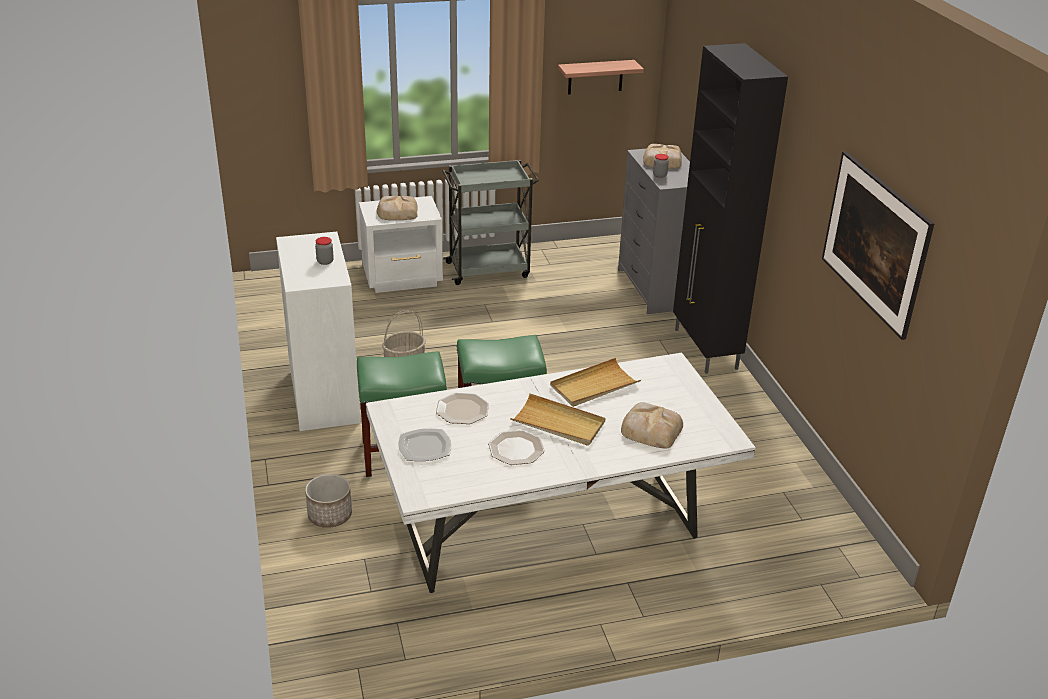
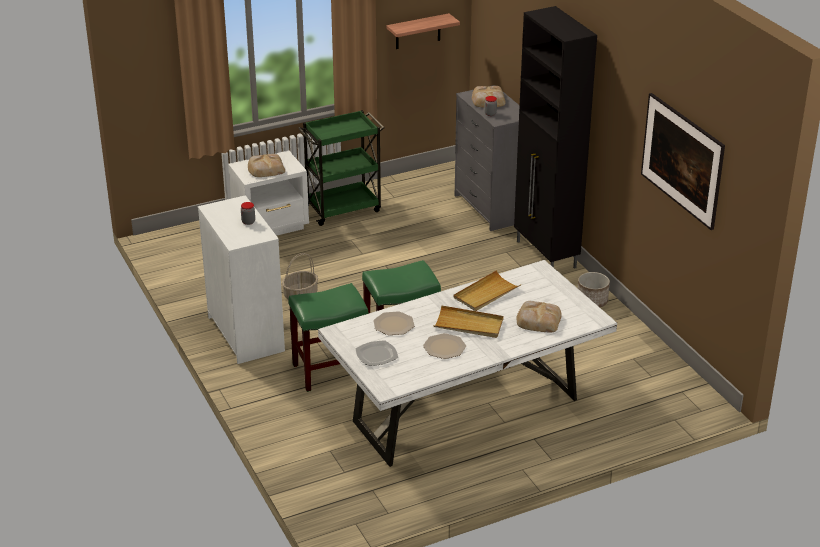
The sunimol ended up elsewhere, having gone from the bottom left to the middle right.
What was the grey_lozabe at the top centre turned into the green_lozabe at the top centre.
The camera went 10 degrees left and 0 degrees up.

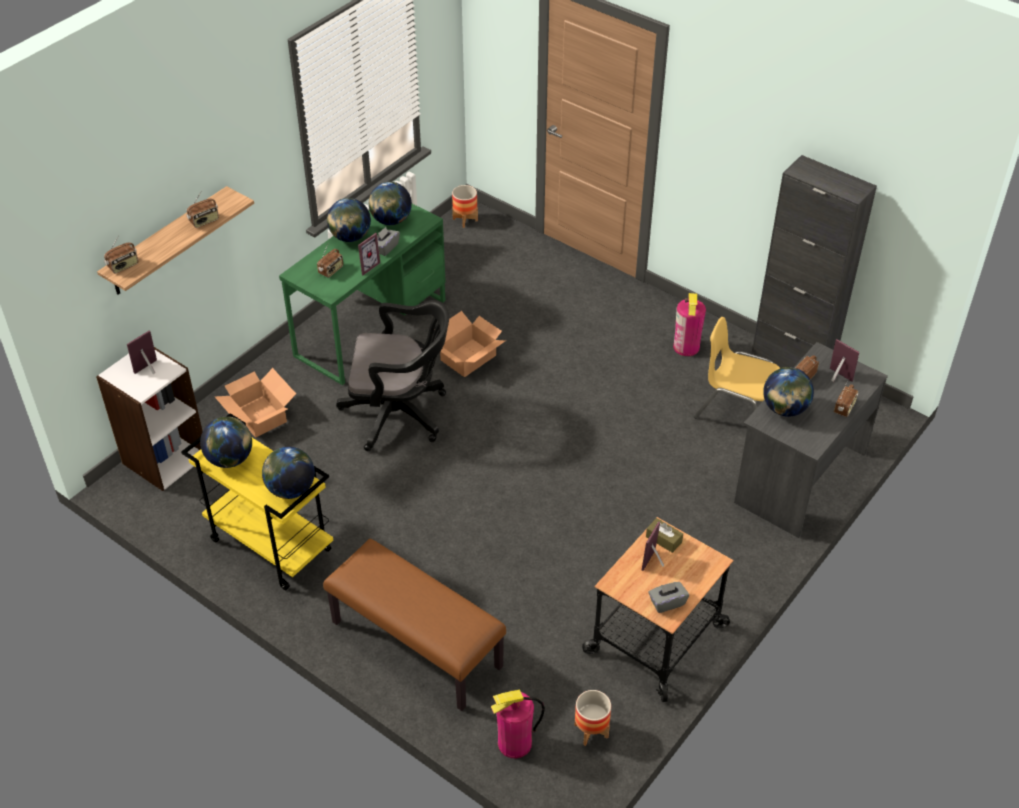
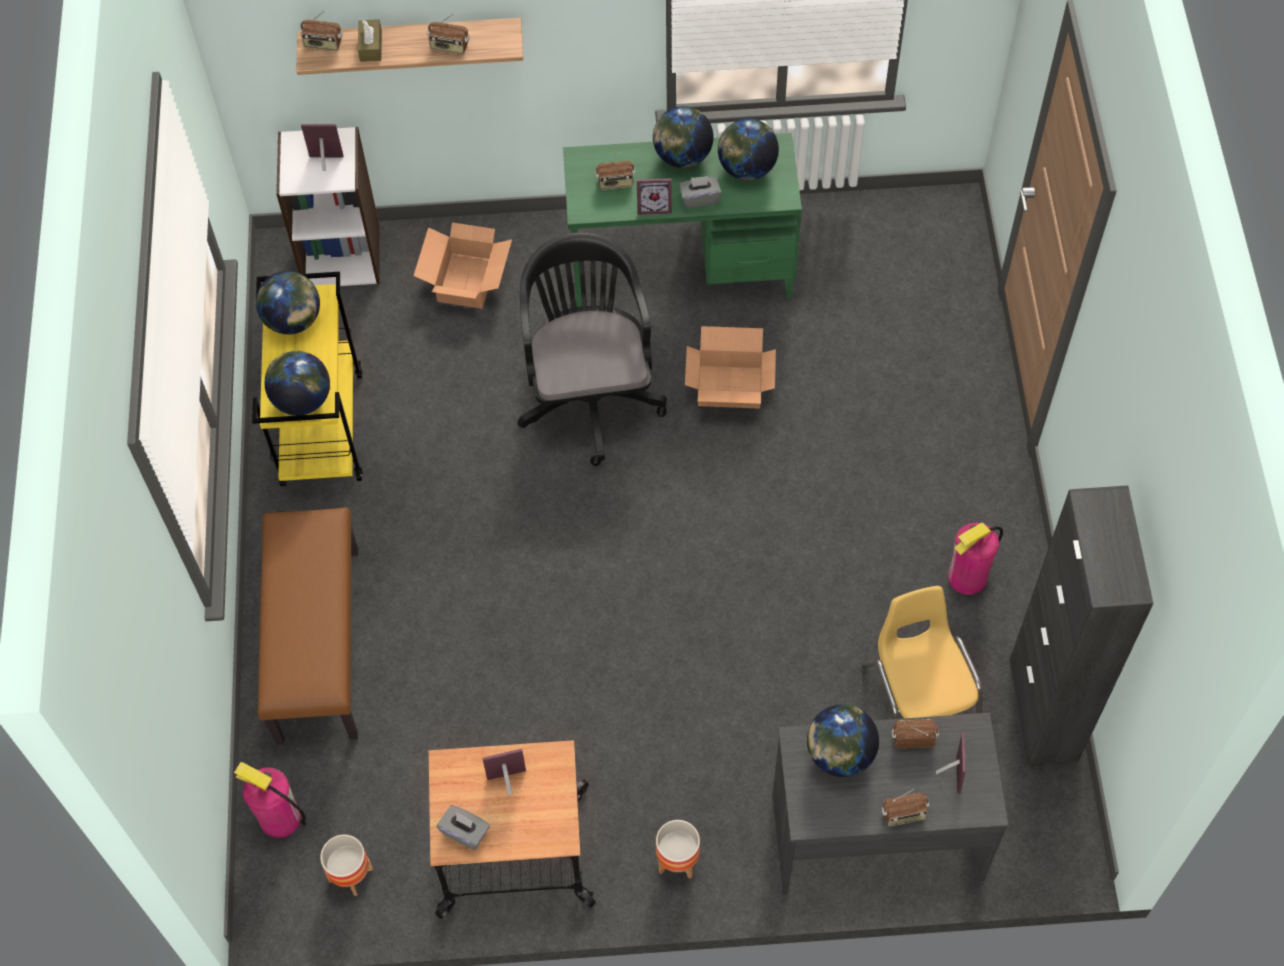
The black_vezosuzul at the centre ended up facing another way, 150 degrees counterclockwise from before.
The sunimol (1st from left in the first image) ended up elsewhere, having gone from the top centre to the bottom centre.
The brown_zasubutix ended up elsewhere, having gone from the centre to the top left.
The camera went 50 degrees right and 15 degrees up.

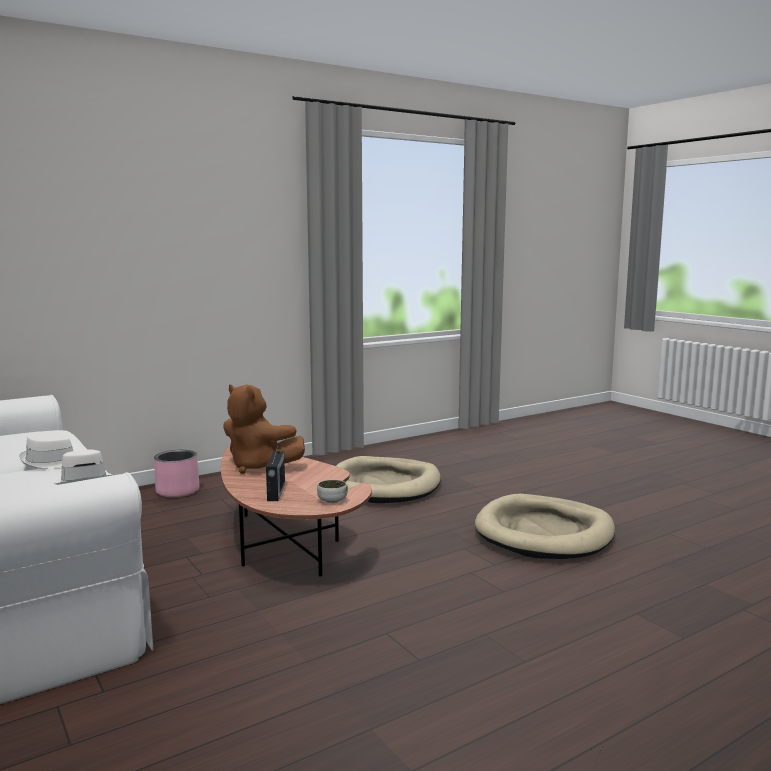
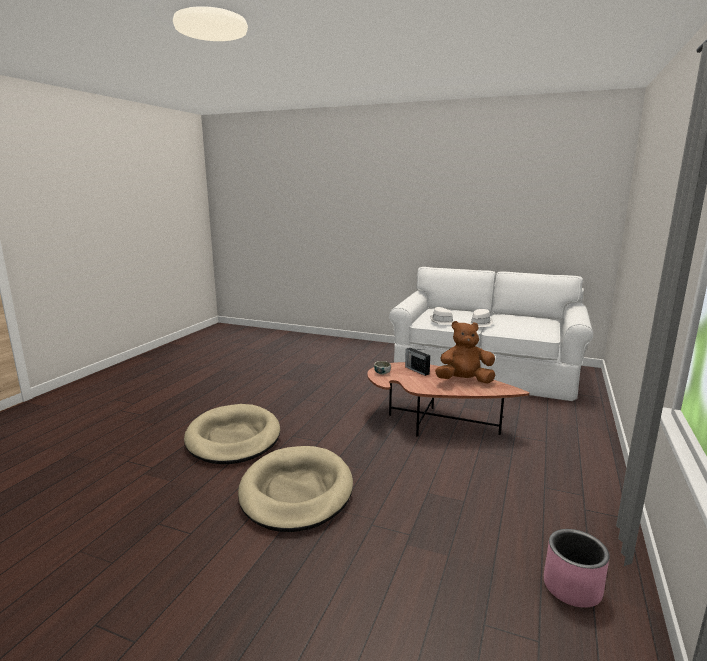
The pink_sunimol ended up elsewhere, having gone from the middle left to the bottom right.
The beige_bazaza (1st from left) ended up elsewhere, having gone from the centre to the middle left.
The camera went 145 degrees right and 5 degrees up.

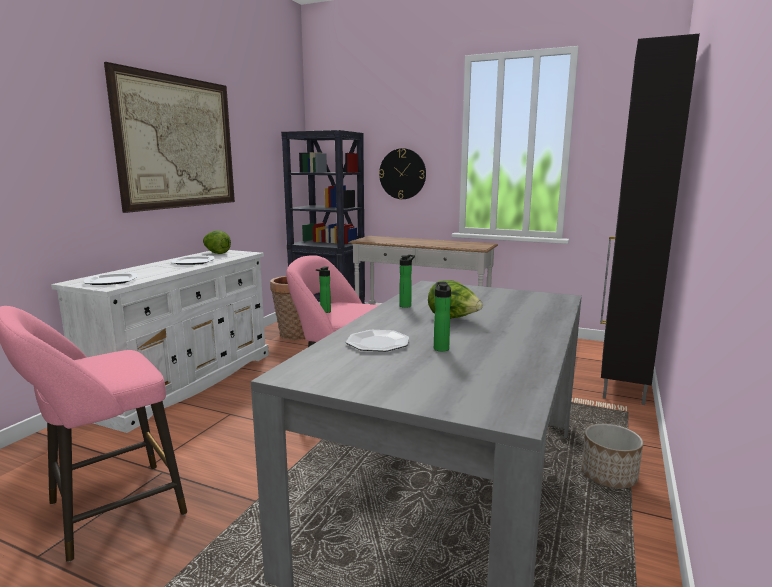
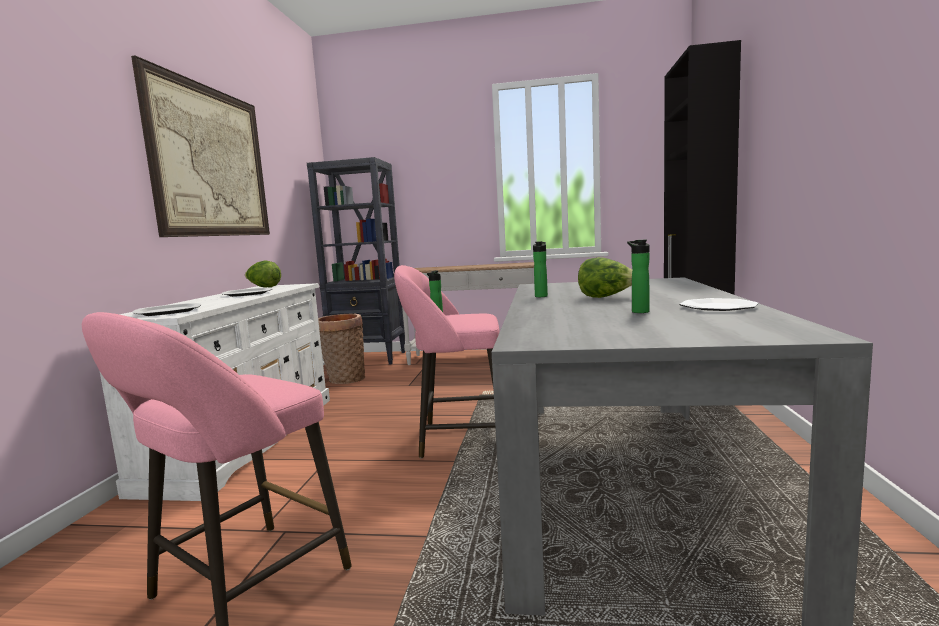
The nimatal (3rd from left) ended up elsewhere, having gone from the centre to the middle right.
The second view lost the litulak at the top centre.
The second view lost the sunimol at the bottom right.
The camera went 15 degrees left and 5 degrees down.

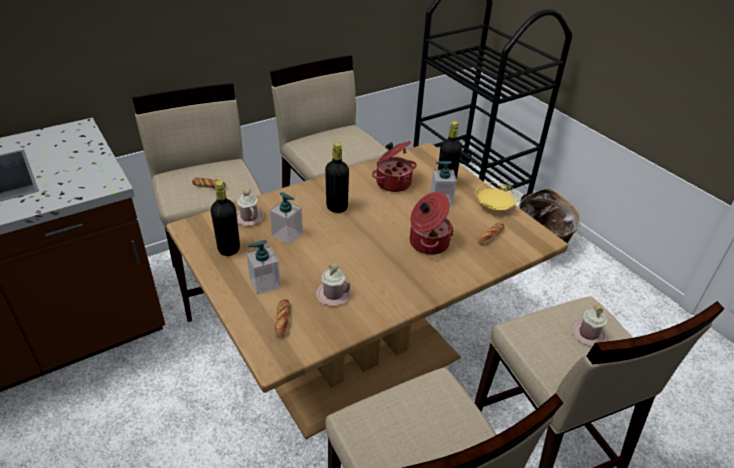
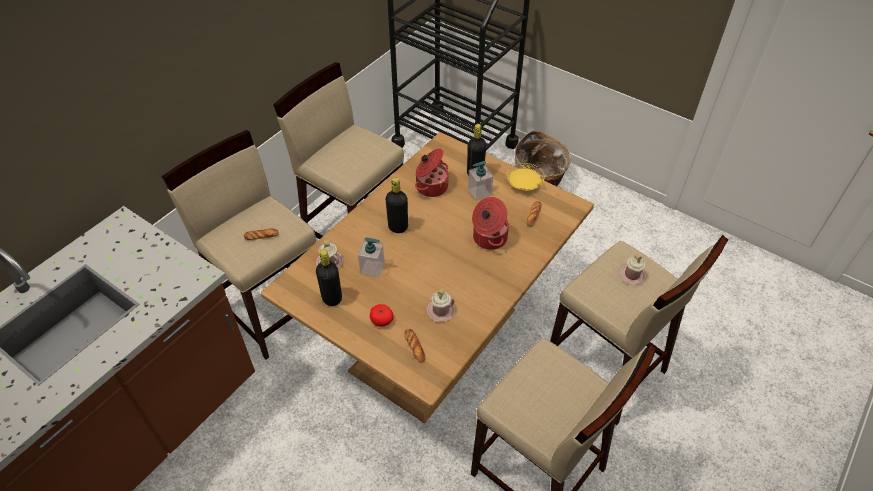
Where the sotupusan (1st from left) stood at the centre, the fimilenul came to stand at the centre.
The camera went 20 degrees left and 10 degrees up.

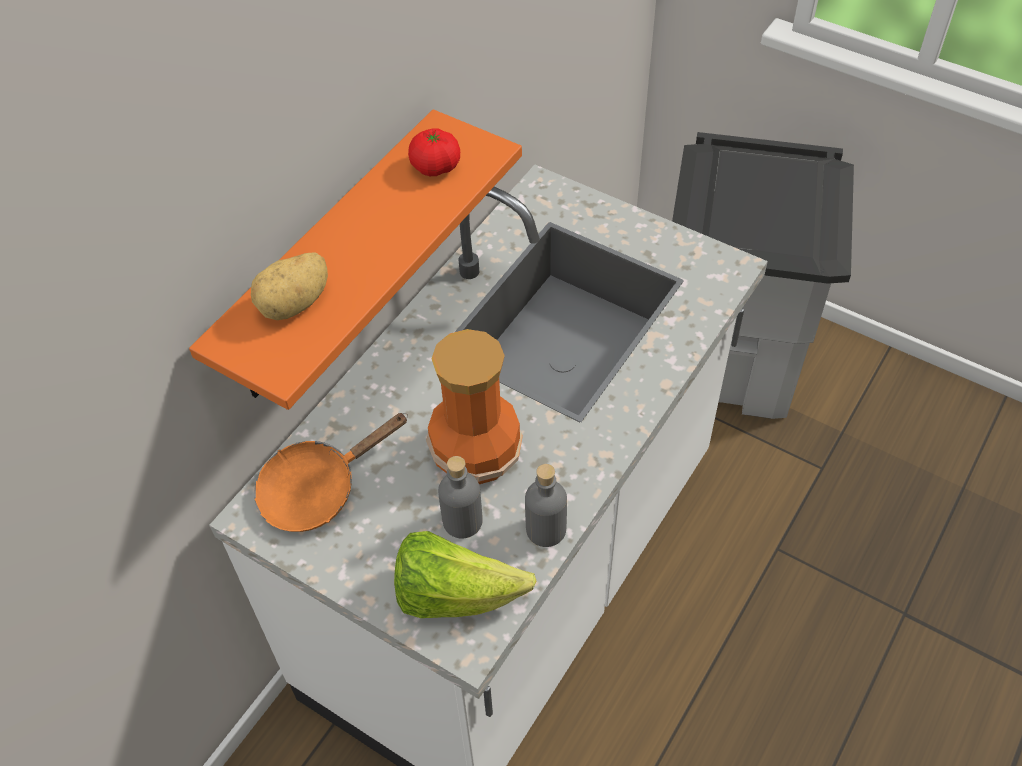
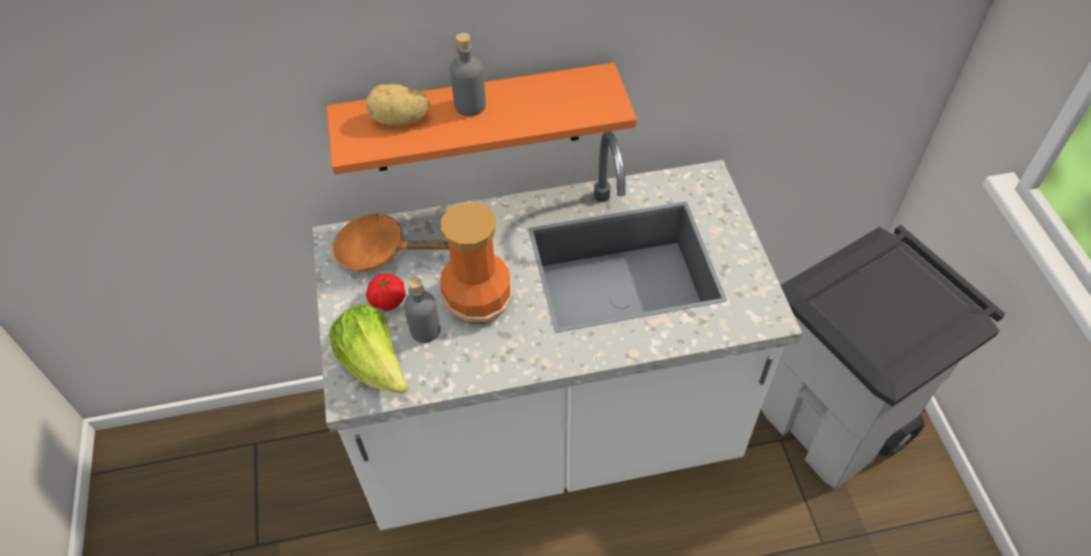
The fimilenul ended up elsewhere, having gone from the top centre to the centre.
The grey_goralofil (2nd from left) ended up elsewhere, having gone from the centre to the top centre.
The camera went 45 degrees right and 0 degrees up.

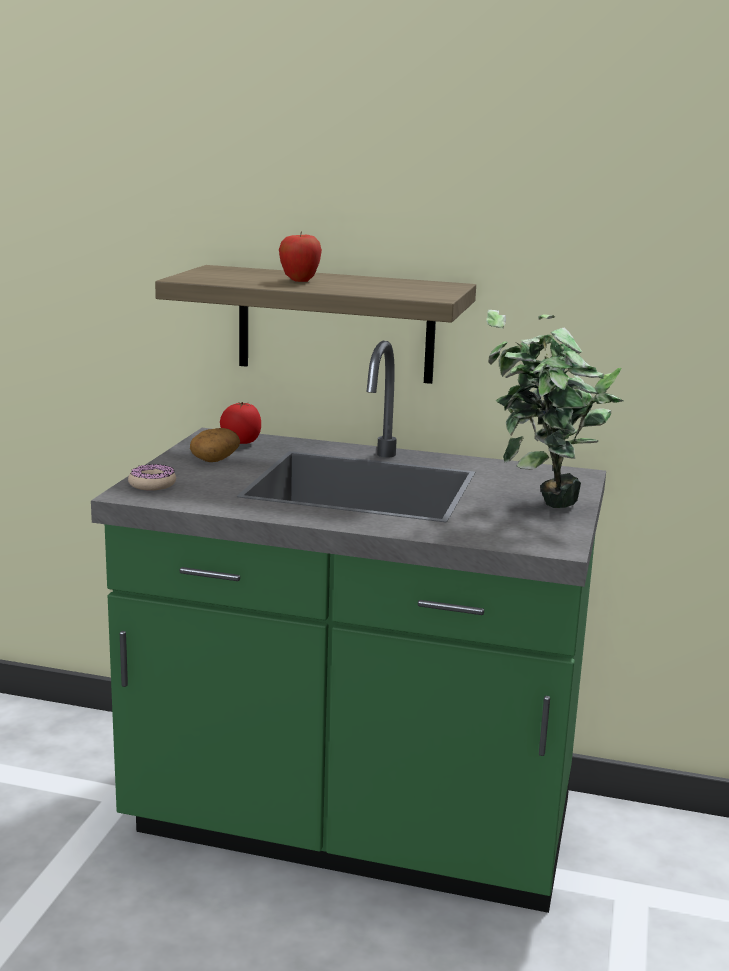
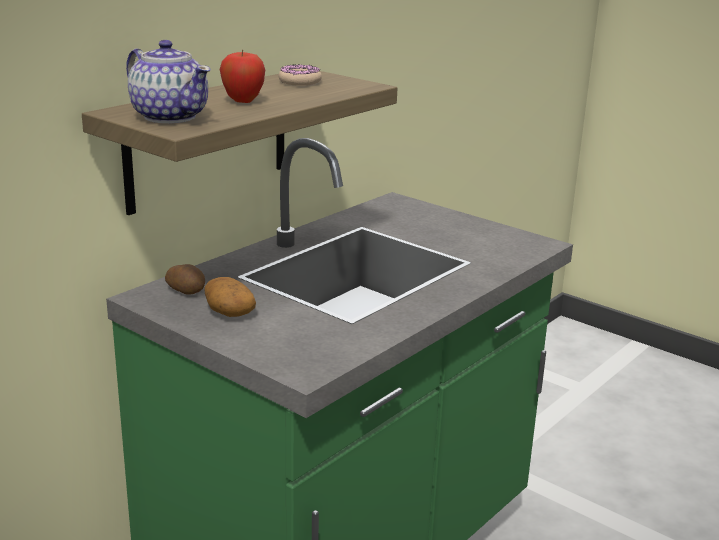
The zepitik ended up elsewhere, having gone from the middle left to the top centre.
Where the fimilenul stood at the middle left, the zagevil (1st from left) came to stand at the middle left.
The second view lost the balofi at the middle right.
The second view gained the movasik at the top left.
The camera went 65 degrees left and 5 degrees up.

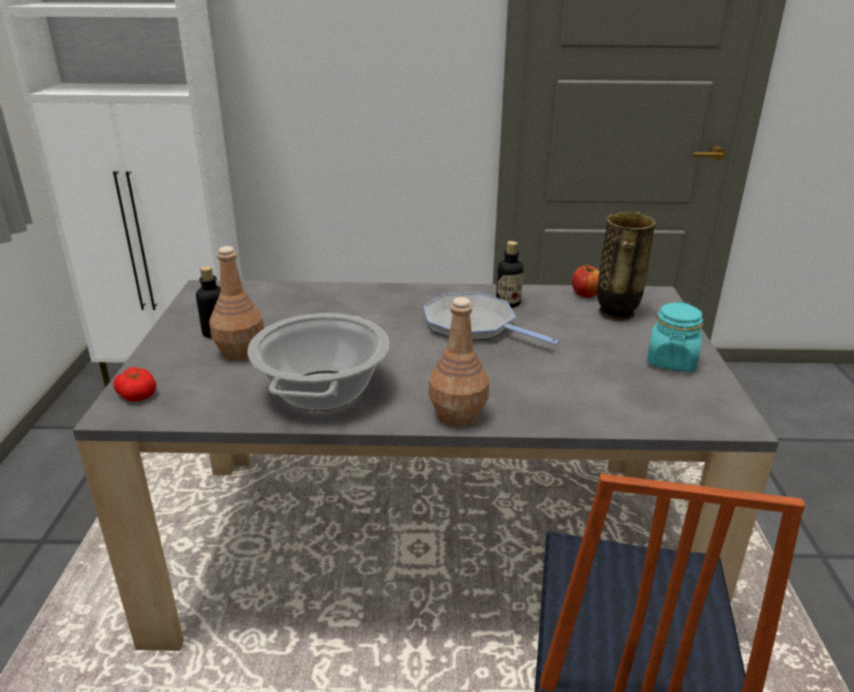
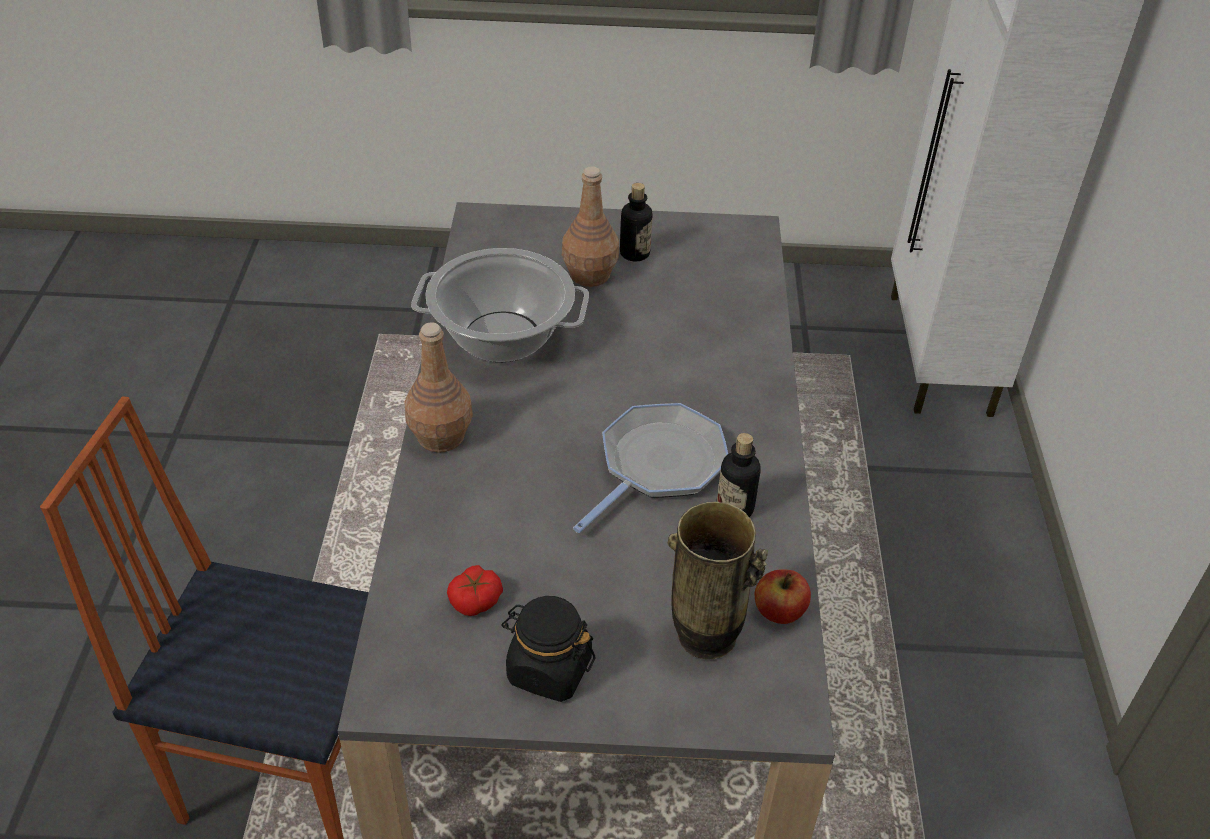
The fimilenul ended up elsewhere, having gone from the middle left to the bottom centre.
What was the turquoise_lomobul at the middle right turned into the black_lomobul at the bottom centre.
The camera went 90 degrees right and 15 degrees up.

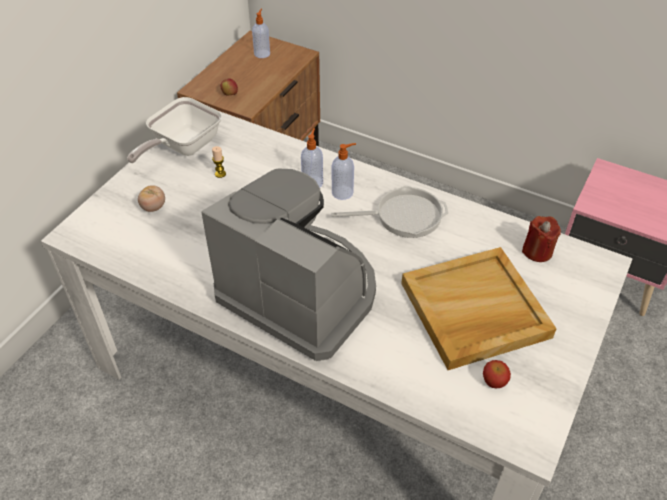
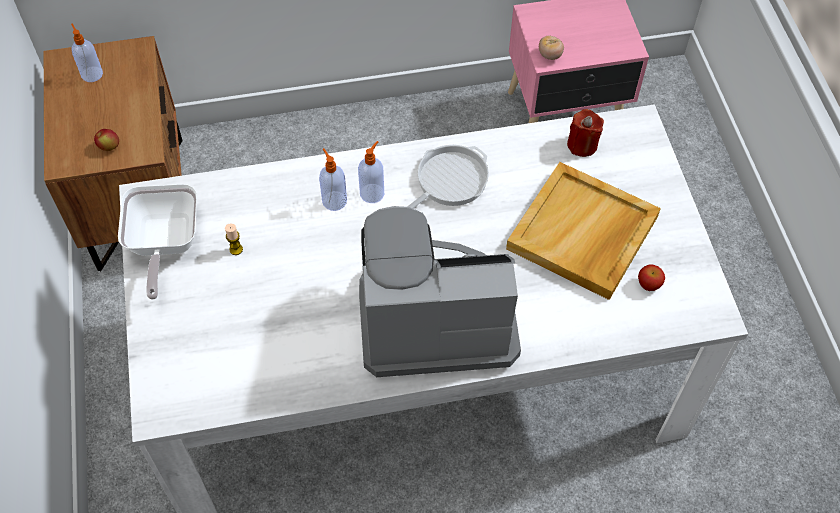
The fimilenul ended up elsewhere, having gone from the middle left to the top centre.
The camera went 40 degrees left and 10 degrees up.

